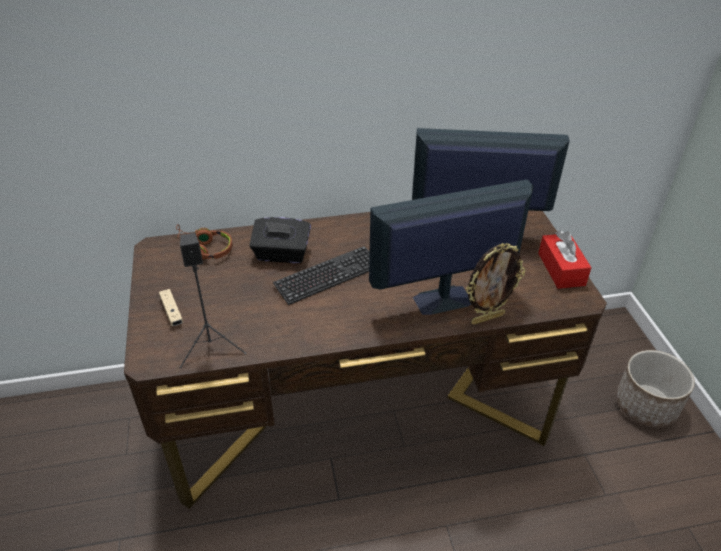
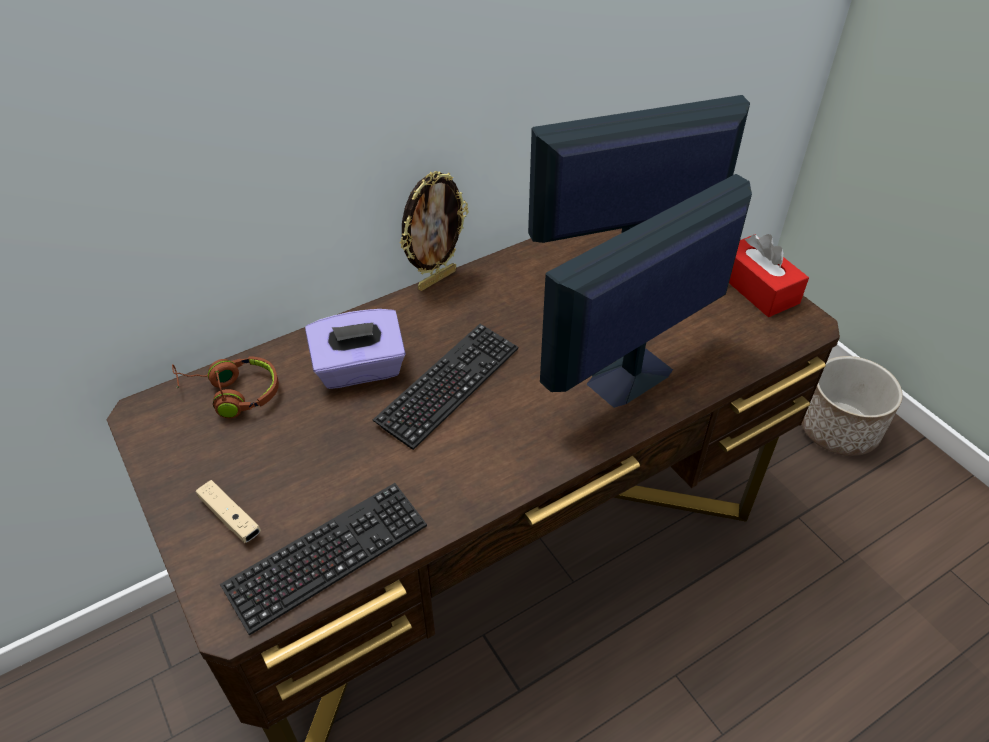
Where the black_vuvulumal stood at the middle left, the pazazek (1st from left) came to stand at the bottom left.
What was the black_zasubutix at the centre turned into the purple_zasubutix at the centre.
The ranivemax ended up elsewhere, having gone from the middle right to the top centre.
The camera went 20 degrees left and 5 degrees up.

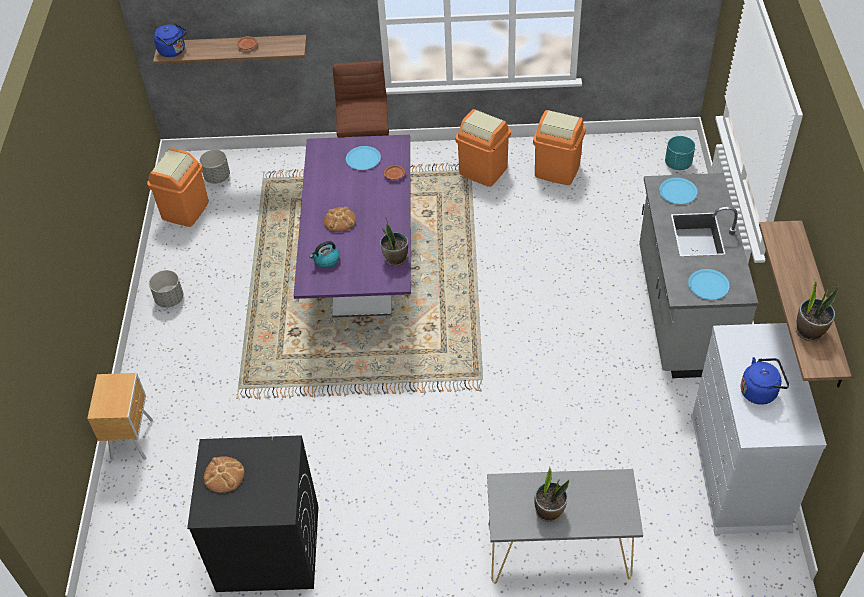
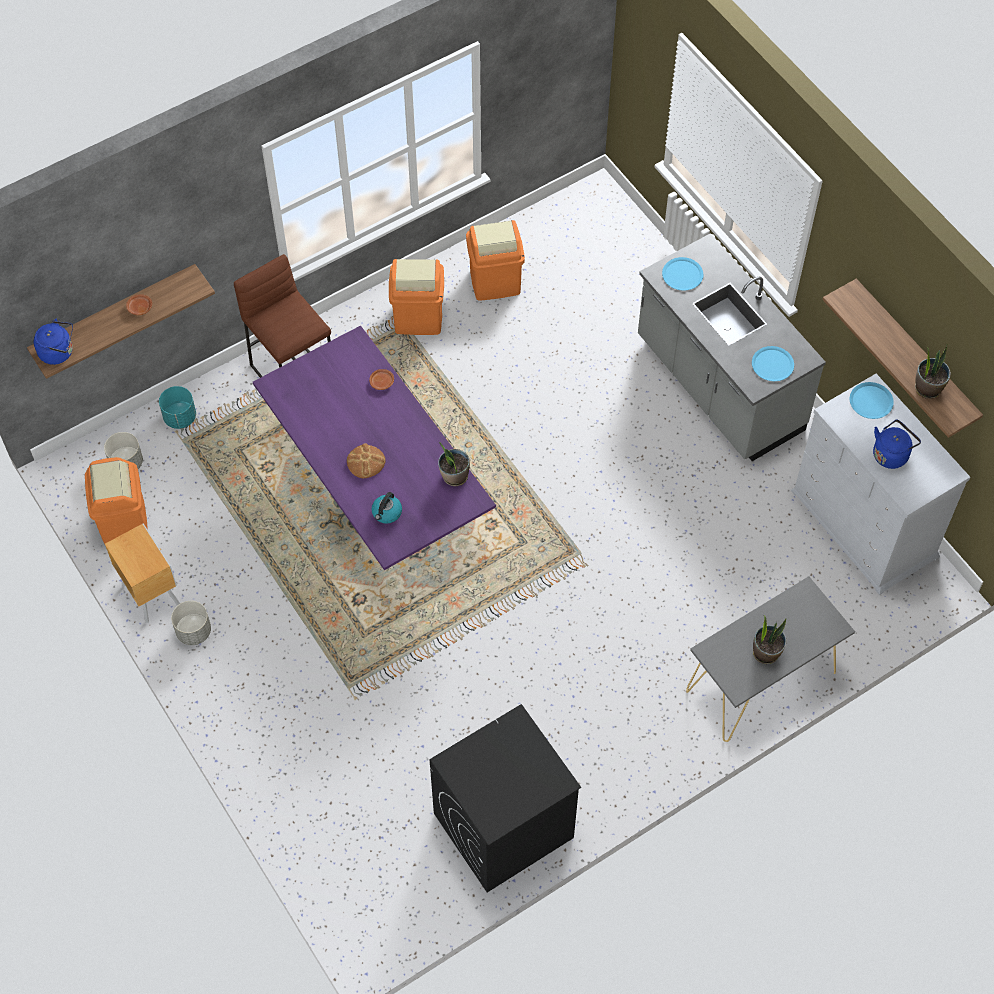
The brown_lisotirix ended up elsewhere, having gone from the bottom left to the middle left.
The second view lost the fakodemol (1st from left) at the bottom left.
The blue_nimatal (1st from left in the first image) ended up elsewhere, having gone from the top centre to the middle right.
The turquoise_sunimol ended up elsewhere, having gone from the top right to the middle left.
The camera went 35 degrees left and 10 degrees up.

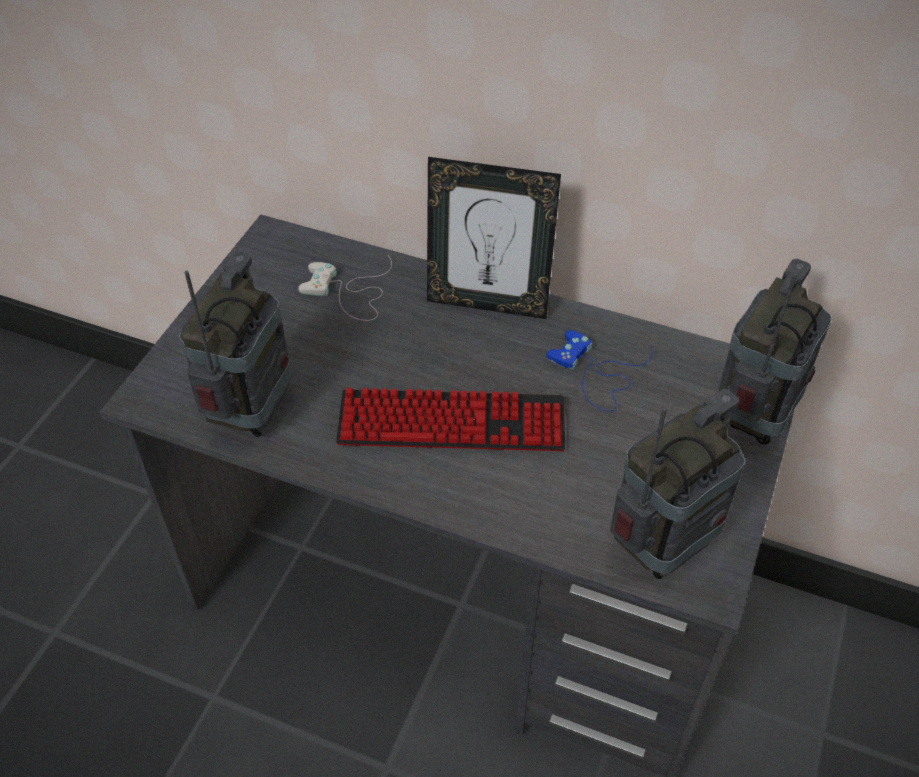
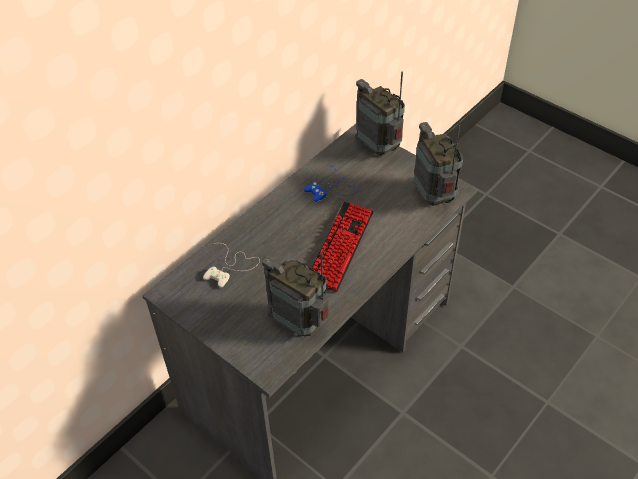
The second view lost the ranivemax at the top centre.
The camera went 70 degrees left and 0 degrees up.

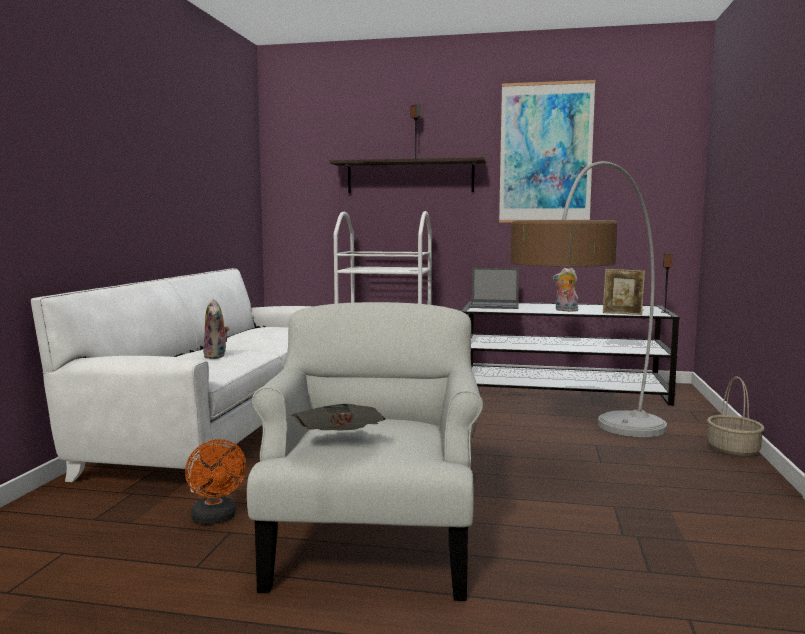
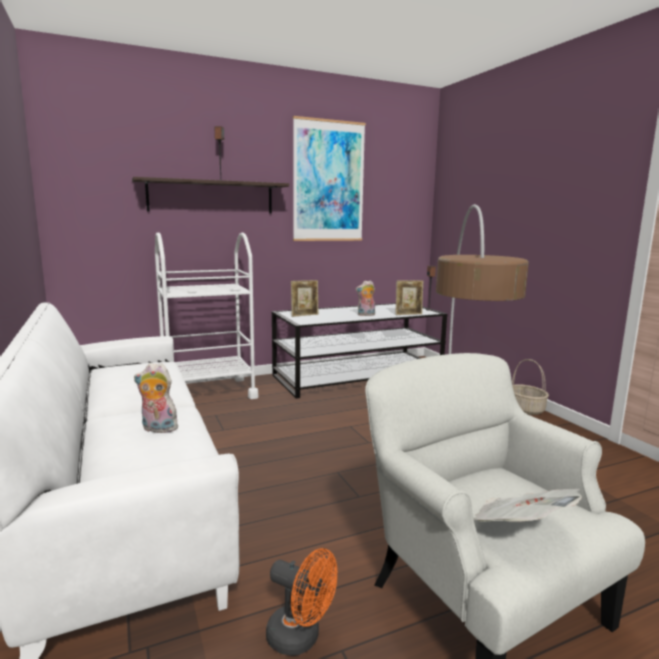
The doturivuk (1st from left) at the middle left ended up facing another way, 150 degrees clockwise from before.
Where the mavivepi stood at the centre, the ranivemax (1st from left) came to stand at the centre.
The camera went 35 degrees left and 5 degrees up.

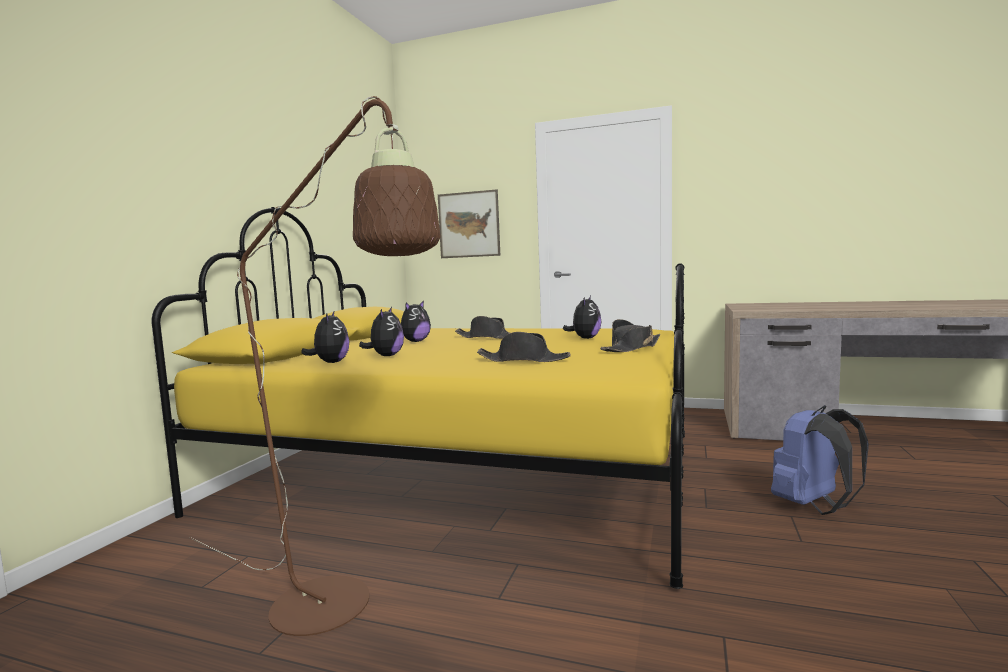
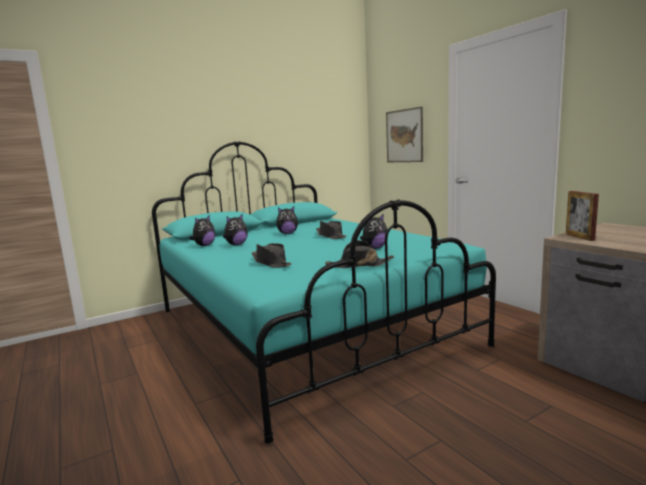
What was the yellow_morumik at the centre turned into the turquoise_morumik at the centre.
The second view lost the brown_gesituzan at the middle left.
The second view lost the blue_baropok at the bottom right.
The second view gained the ranivemax at the middle right.
The camera went 40 degrees right and 5 degrees up.

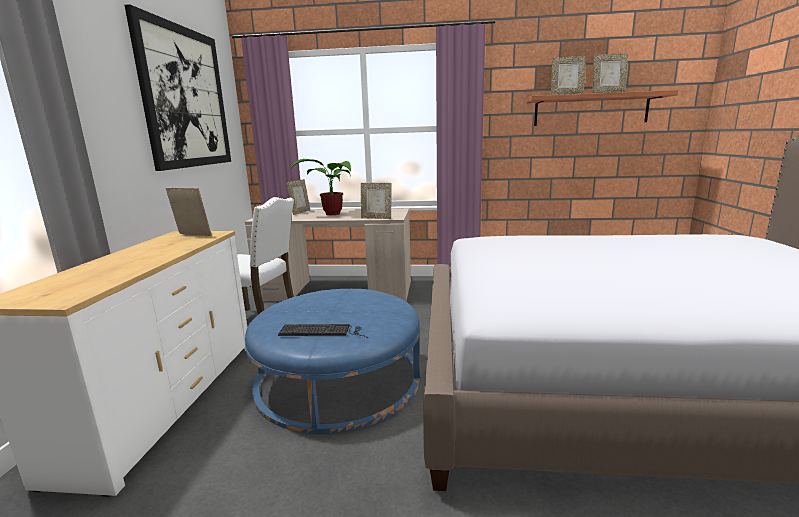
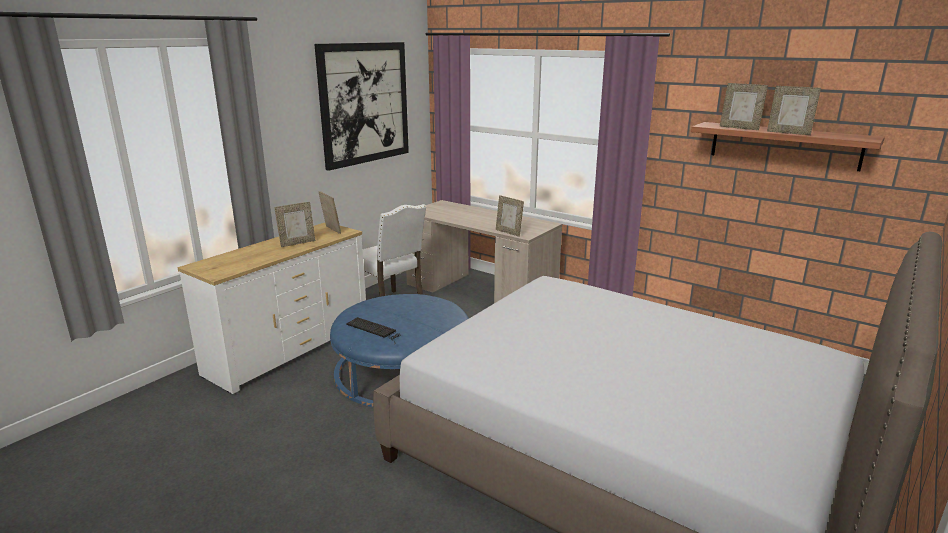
The ranivemax (2nd from left in the first image) ended up elsewhere, having gone from the centre to the middle left.
The second view lost the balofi at the centre.
The camera went 30 degrees right and 5 degrees up.

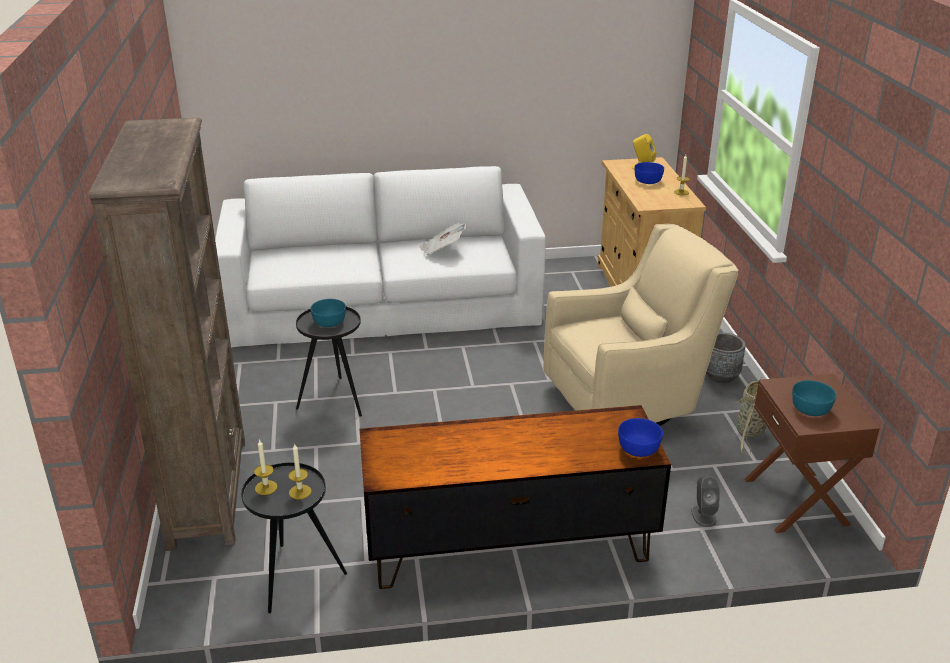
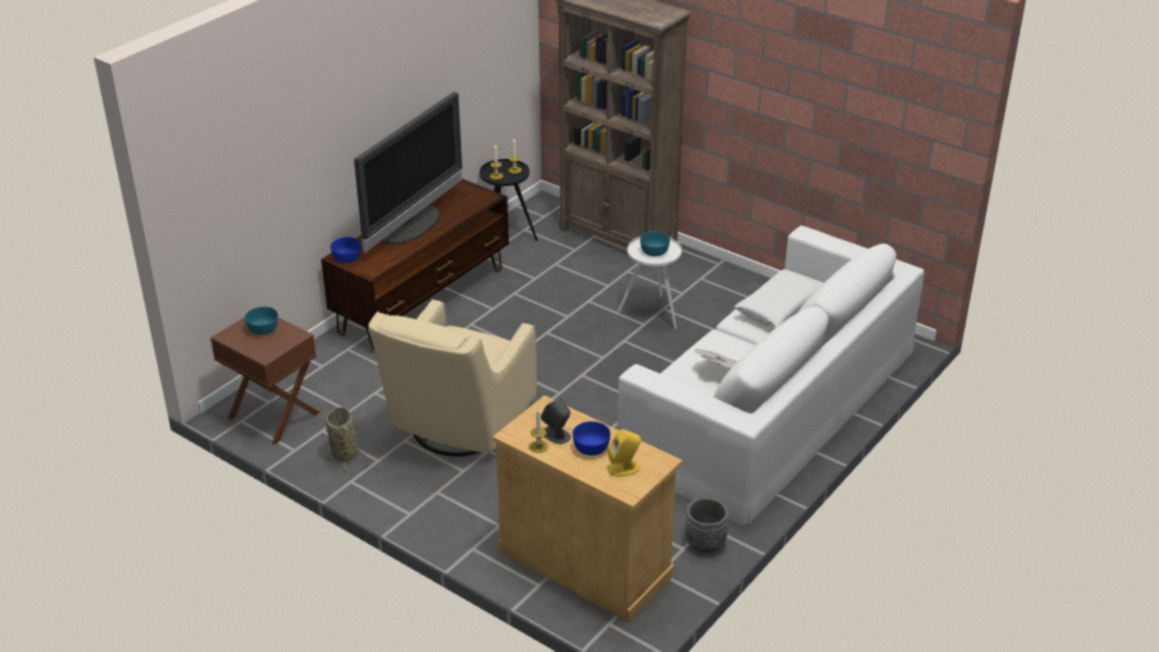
What was the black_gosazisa (2nd from left) at the centre turned into the white_gosazisa at the centre.
The grey_vuvulumal ended up elsewhere, having gone from the bottom right to the centre.
The grey_sunimol ended up elsewhere, having gone from the middle right to the bottom centre.
The second view gained the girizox at the top centre.
The second view gained the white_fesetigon at the middle right.
The camera went 135 degrees right and 5 degrees up.

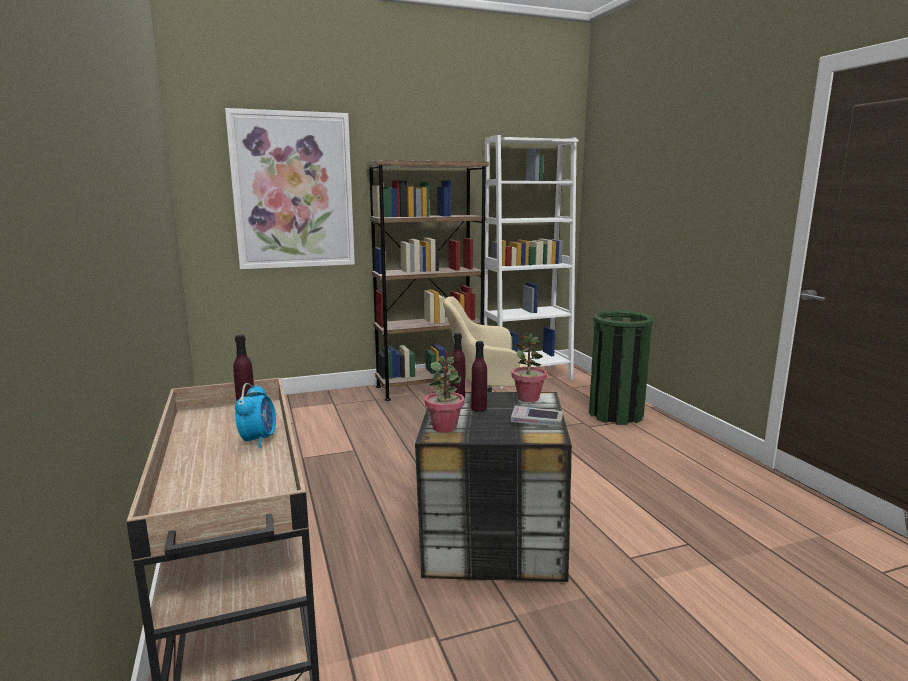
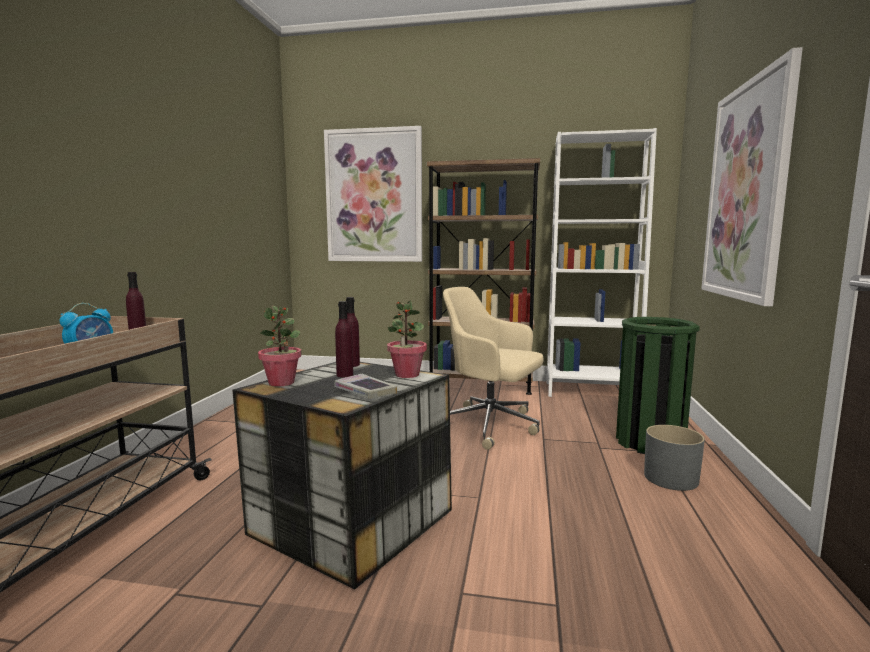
The second view gained the grey_sunimol at the bottom right.
The second view gained the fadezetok (2nd from left) at the top right.
The camera went 30 degrees right and 5 degrees down.

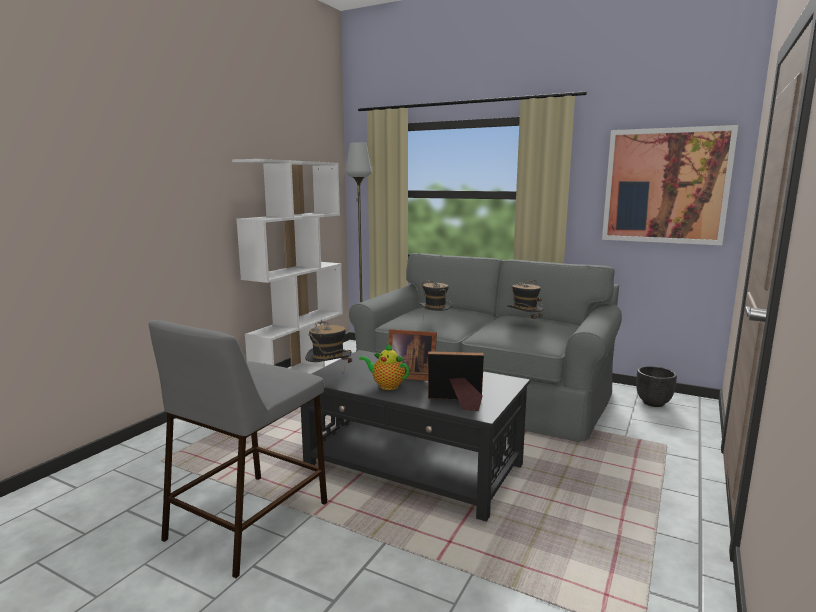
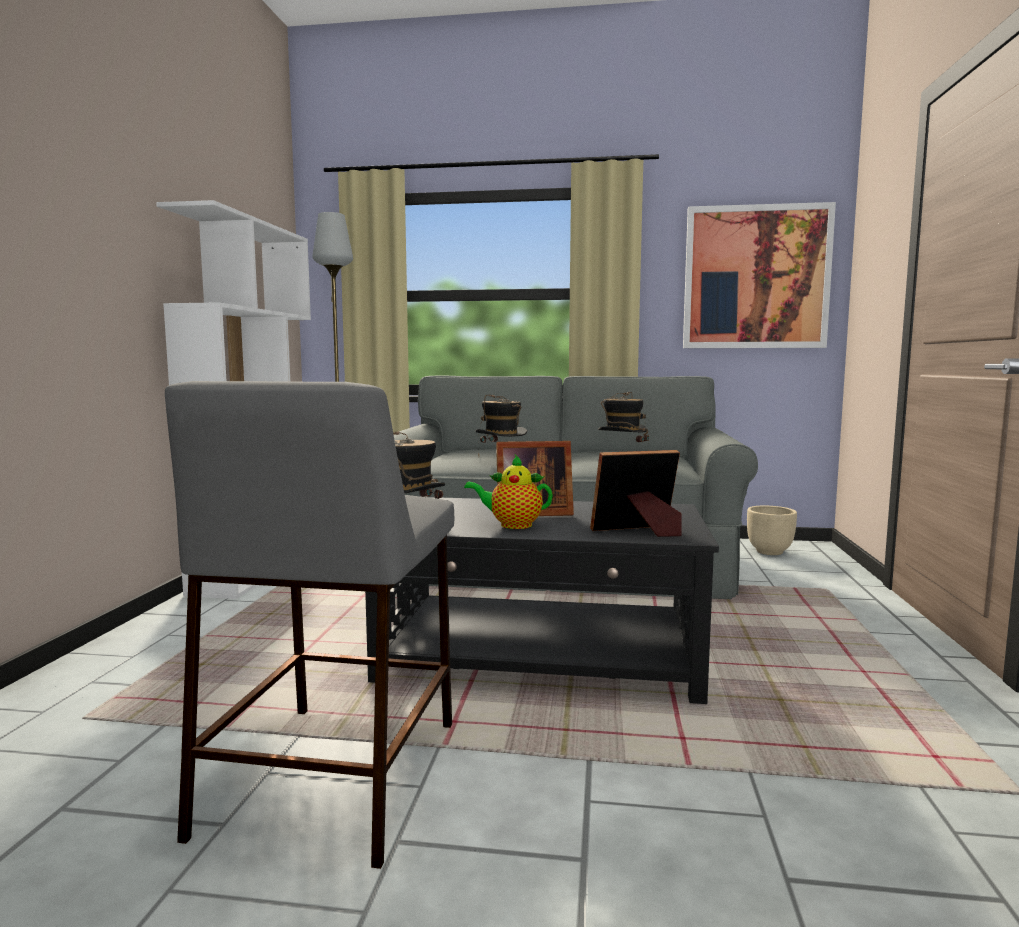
What was the black_sunimol at the middle right turned into the beige_sunimol at the middle right.
The camera went 20 degrees left and 5 degrees down.

